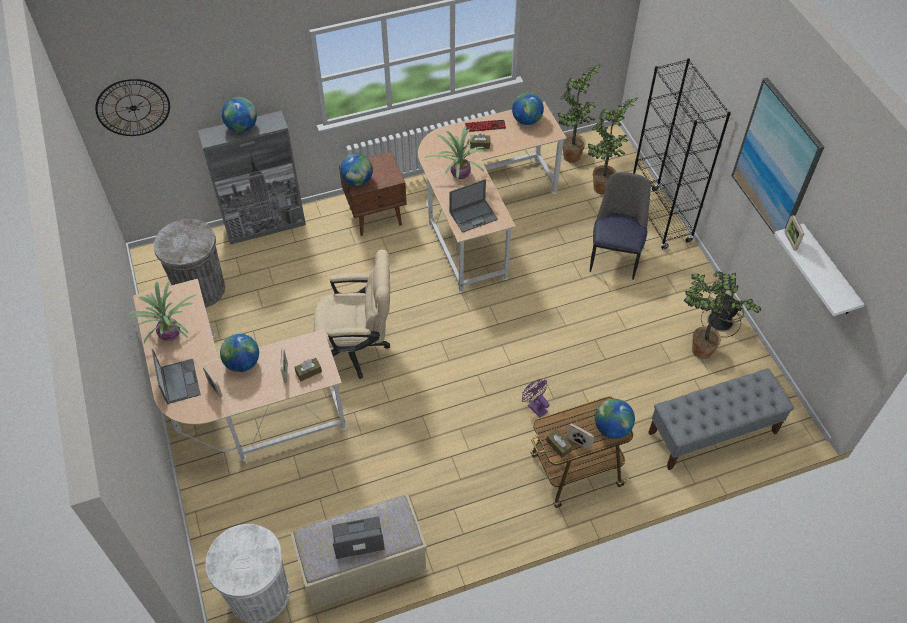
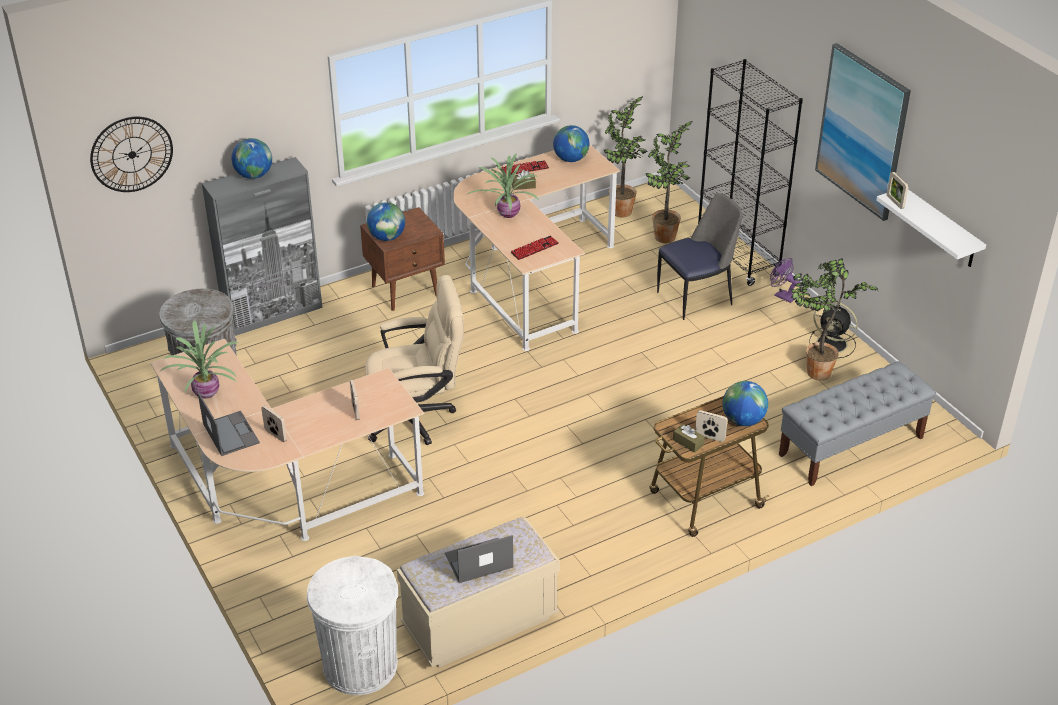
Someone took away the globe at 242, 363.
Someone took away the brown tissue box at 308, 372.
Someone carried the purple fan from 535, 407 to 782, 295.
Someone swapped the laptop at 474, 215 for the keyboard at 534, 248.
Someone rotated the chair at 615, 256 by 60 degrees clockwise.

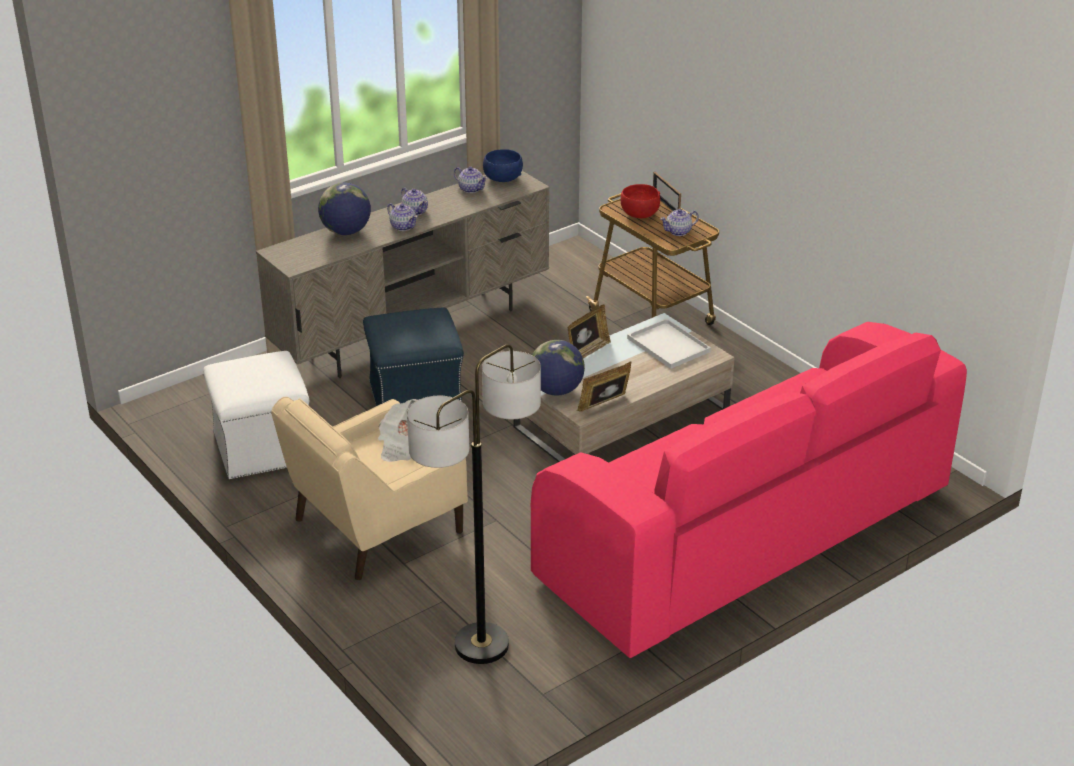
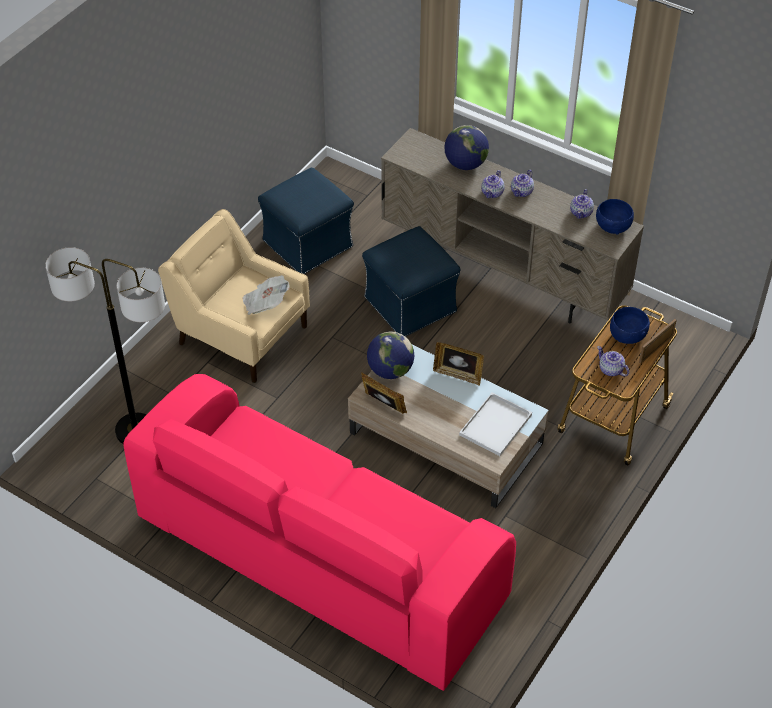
Someone repainted the white ottoman at 262, 447, which became the blue ottoman at 308, 243.
Someone repainted the red bowl at 640, 214, which became the blue bowl at 627, 336.

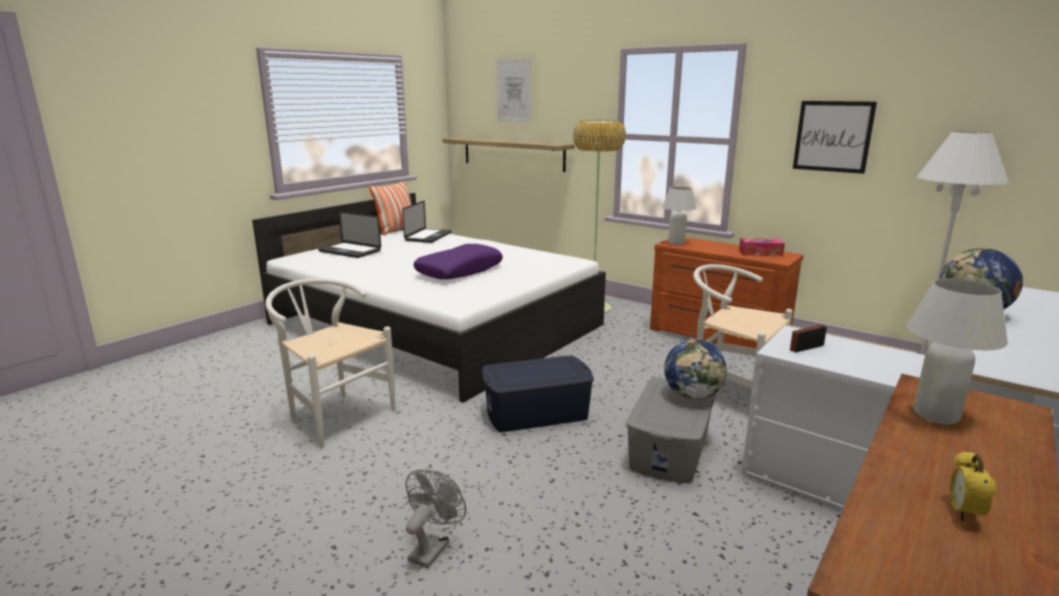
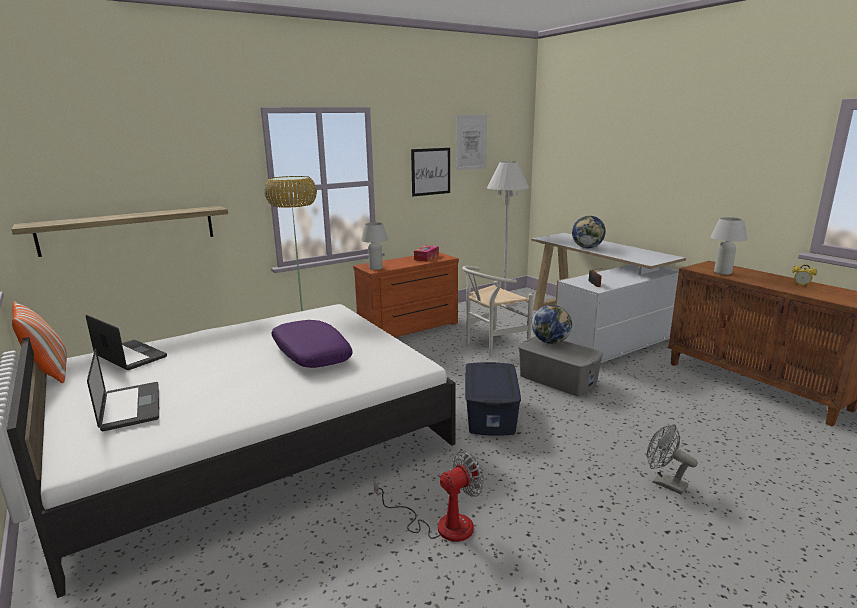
Someone carried the picture from 514, 90 to 471, 142.
Someone swapped the white chair at 335, 415 for the fan at 441, 525.
Someone rotated the laptop at 350, 251 by 75 degrees counterclockwise.

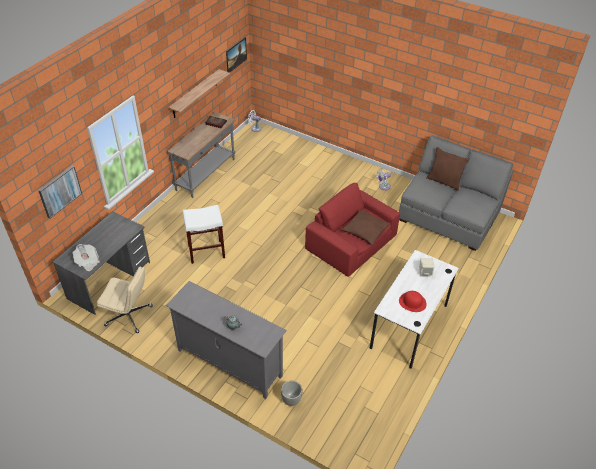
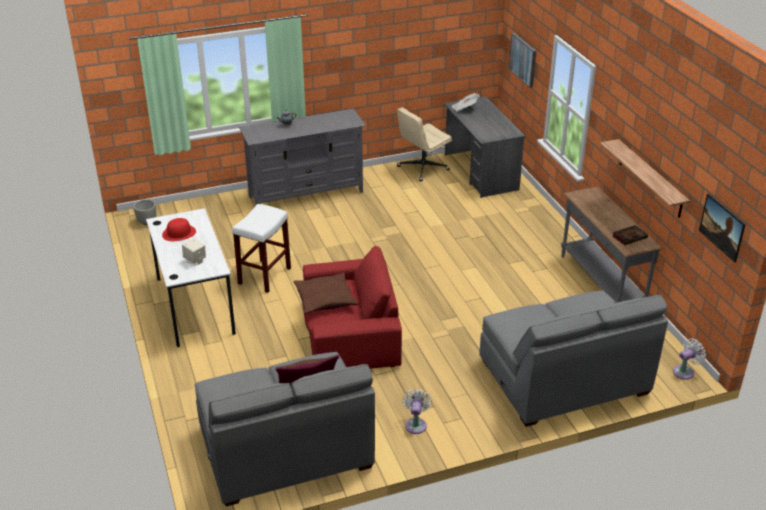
Someone put down the grey sofa at 563, 377.
Someone carried the white stool from 207, 251 to 264, 276.
Someone carried the grey planter from 291, 400 to 147, 222.

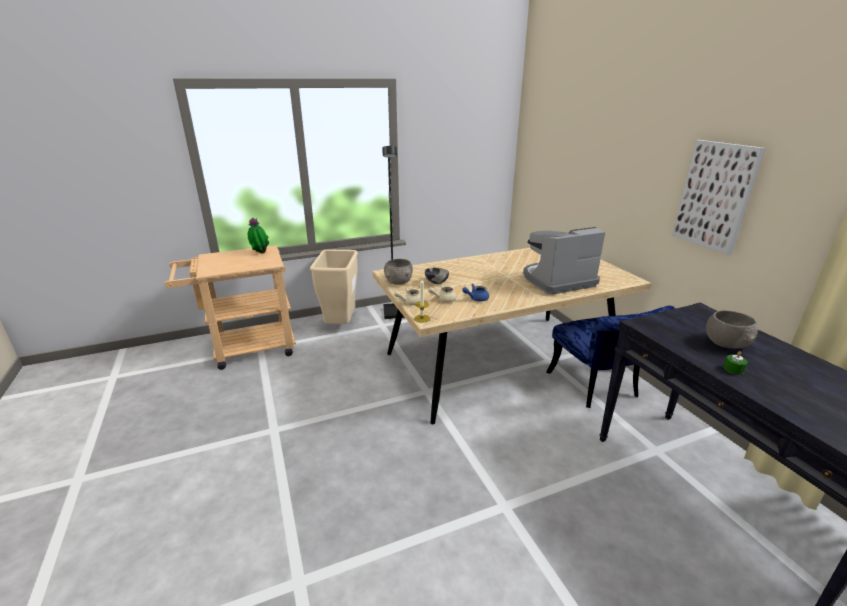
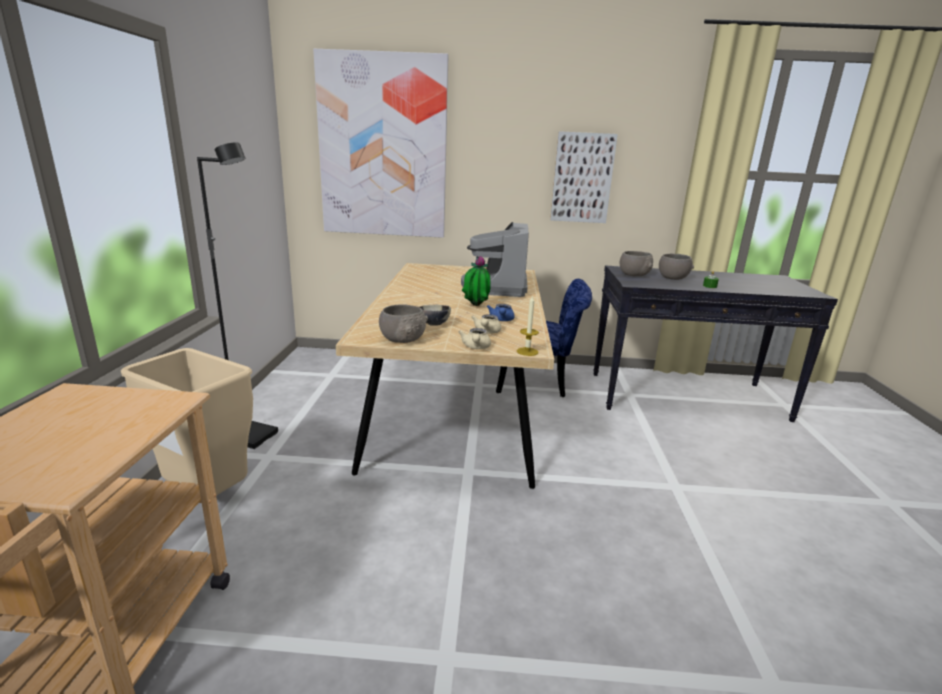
Someone put up the picture at 383, 148.
Someone put down the grey bowl at 634, 275.
Someone carried the potted plant from 260, 253 to 475, 306.

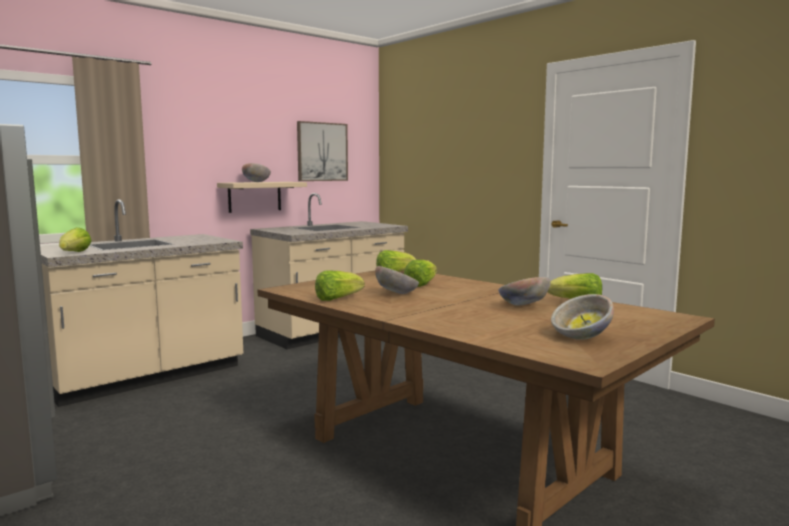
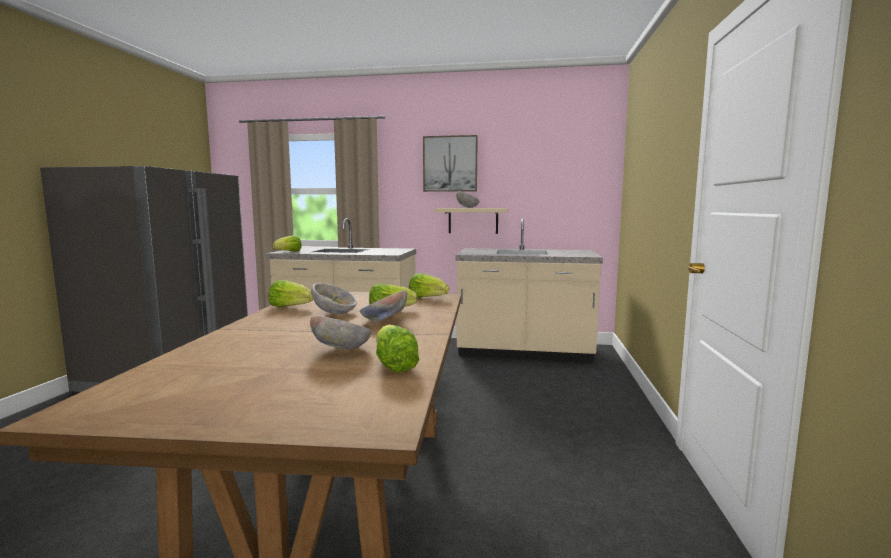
Someone carried the picture from 322, 152 to 450, 164.
Someone carried the bowl from 581, 337 to 383, 321.

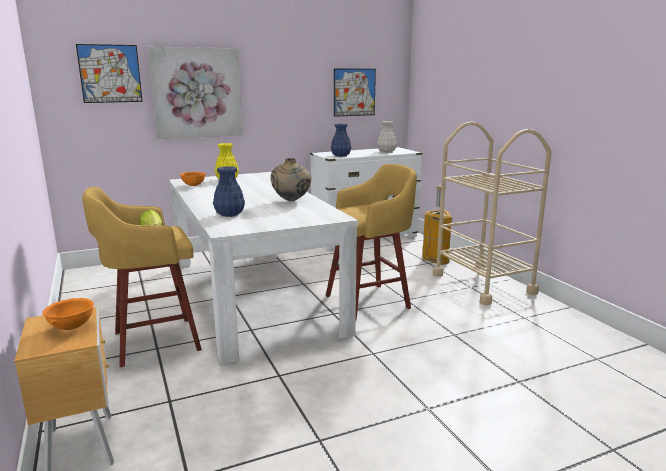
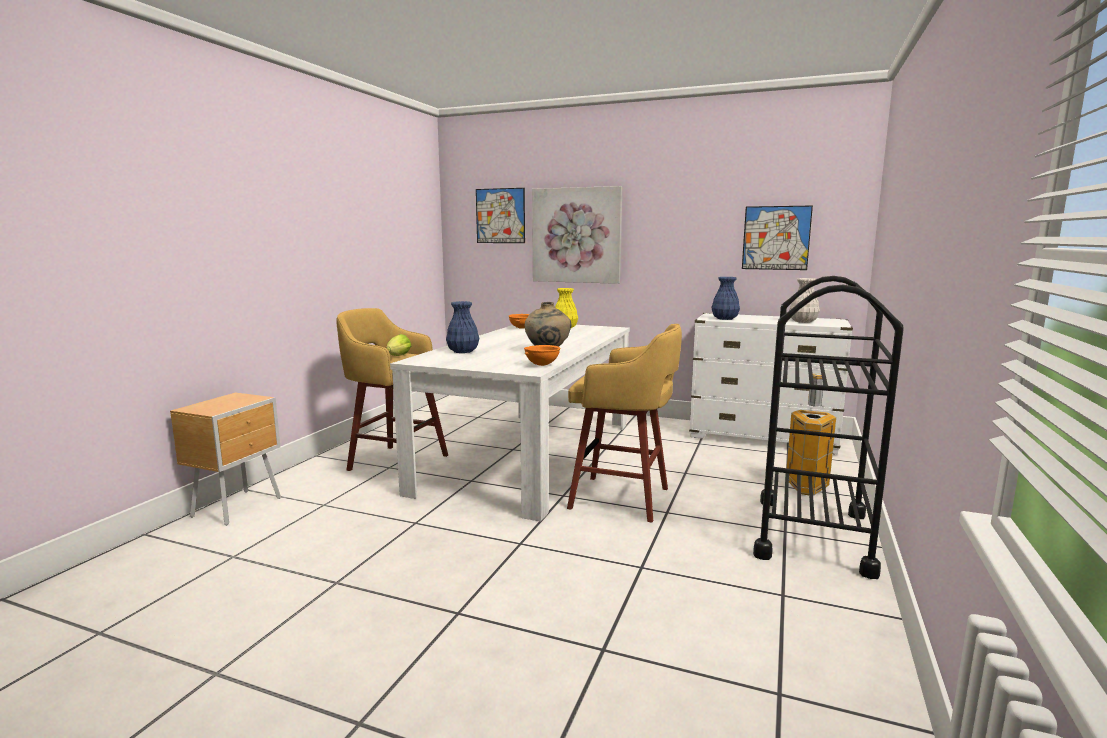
Someone carried the orange bowl from 71, 327 to 541, 365.
Someone repainted the beige cart at 483, 284, which became the black cart at 813, 535.

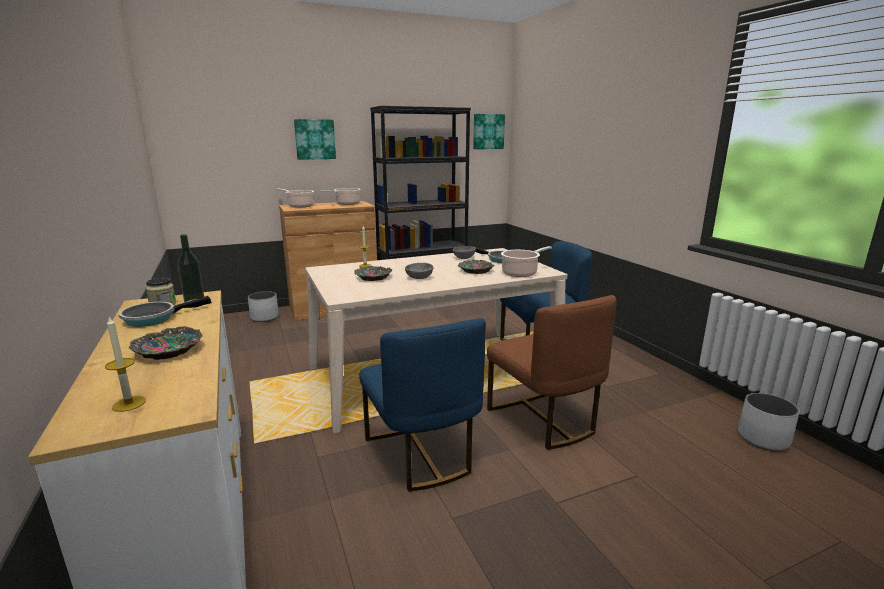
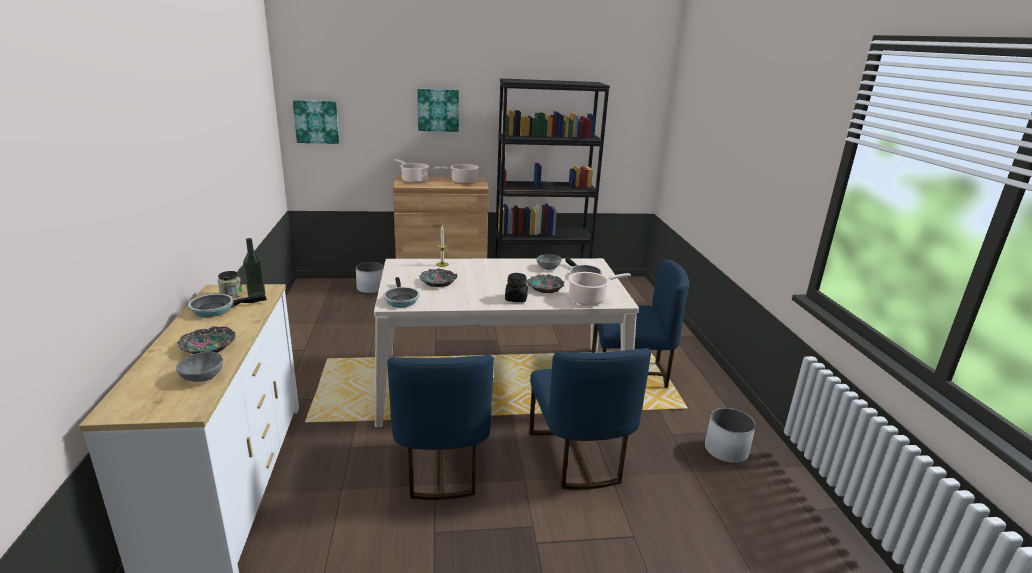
Someone took away the candle at 129, 404.
Someone put down the frying pan at 400, 299.
Someone put down the black jar at 516, 299.
Someone carried the grey bowl from 419, 278 to 202, 377.
Someone carried the picture from 488, 131 to 316, 121.
Someone carried the white planter from 763, 438 to 726, 451.
Someone repainted the brown chair at 544, 420, which became the blue chair at 578, 456.

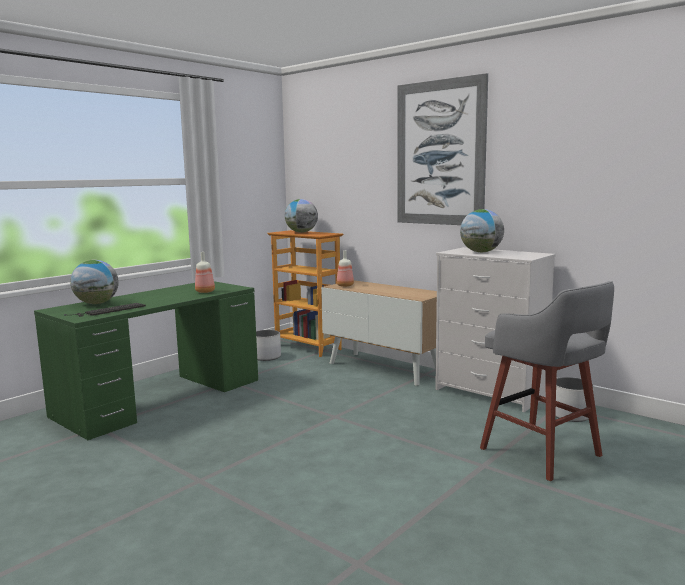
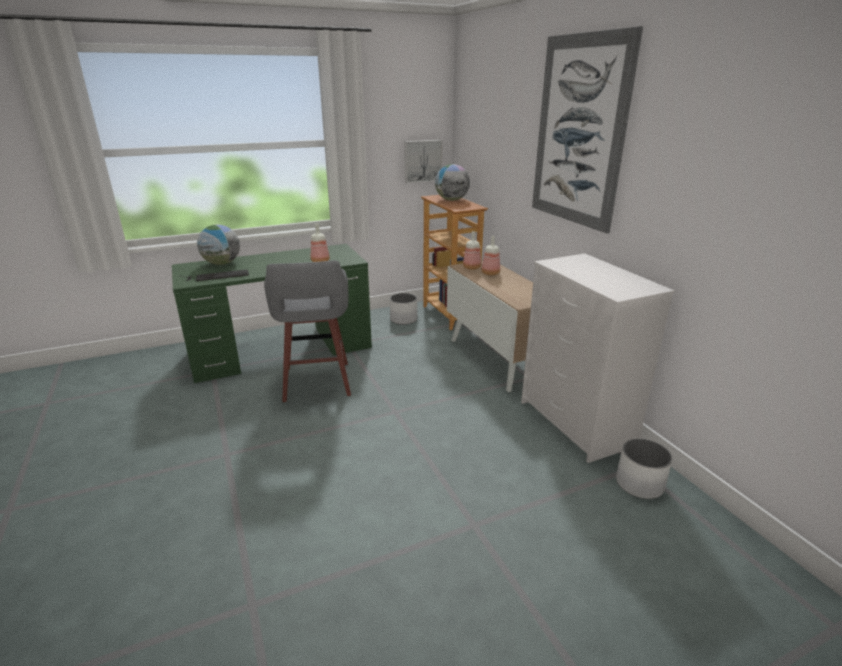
Someone took away the globe at 481, 252.
Someone put up the picture at 422, 161.
Someone put down the bottle at 490, 273.
Someone carried the grey stool from 543, 453 to 316, 383.

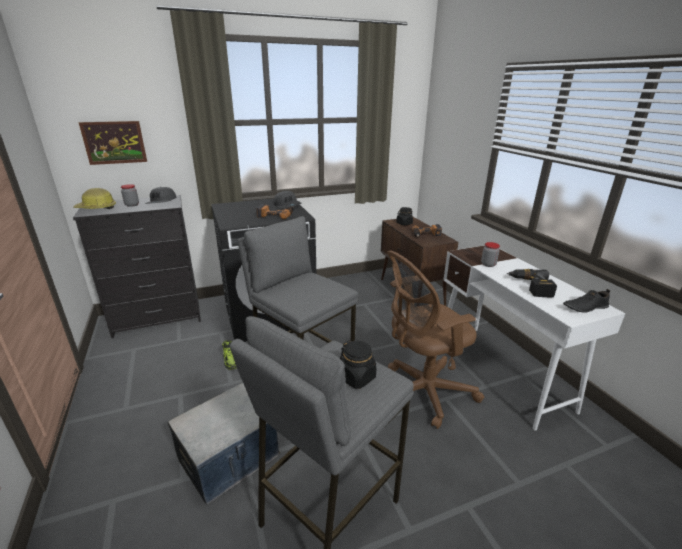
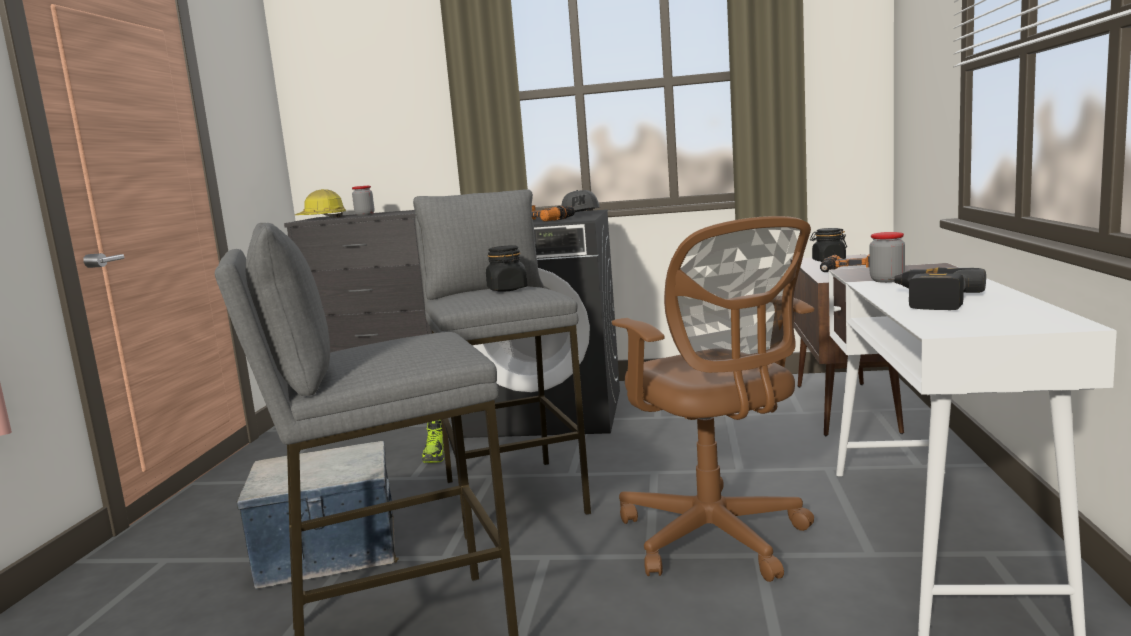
Someone took away the picture at 114, 142.
Someone took away the grey cap at 162, 202.
Someone took away the black shoe at 585, 307.
Someone carried the black jar from 357, 377 to 507, 289.
Someone rotated the brown office chair at 422, 393 by 120 degrees counterclockwise.

